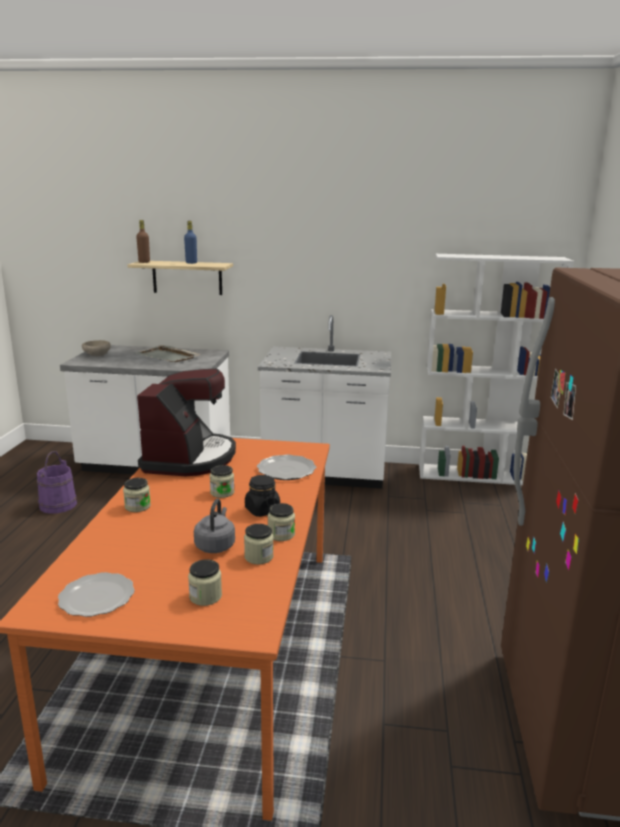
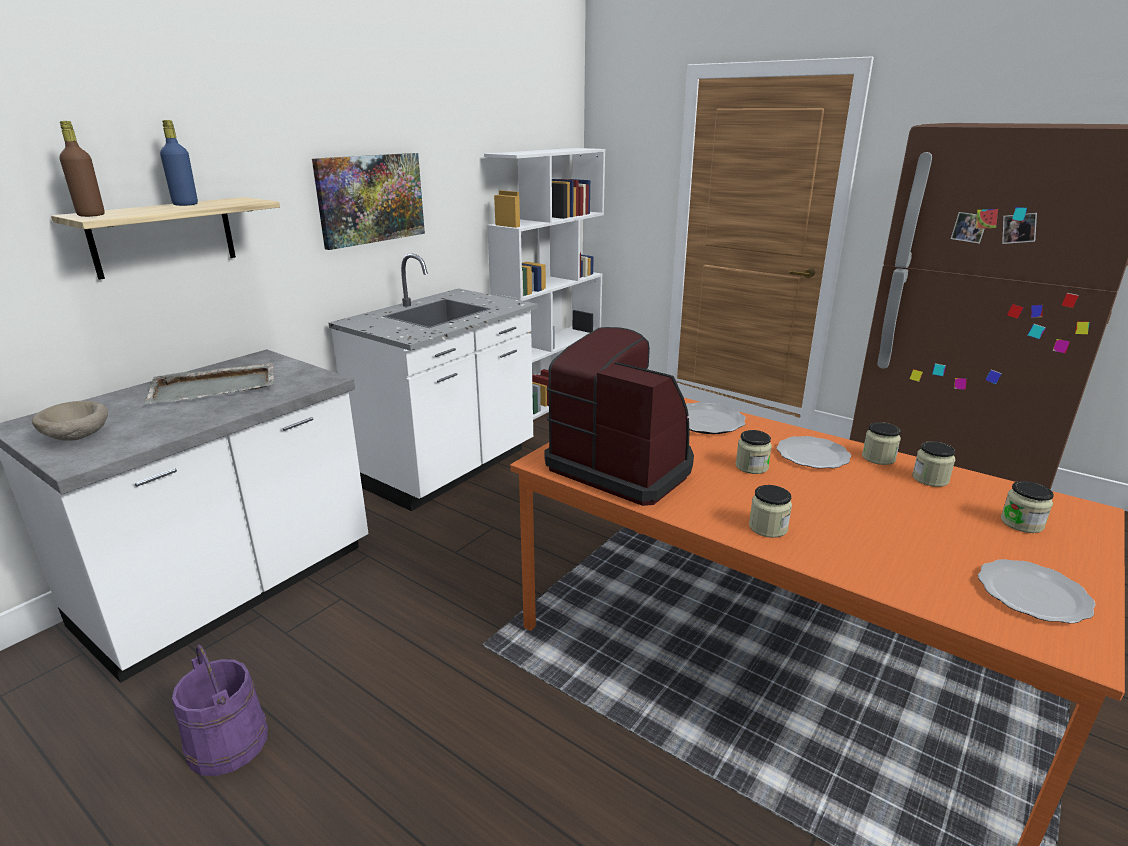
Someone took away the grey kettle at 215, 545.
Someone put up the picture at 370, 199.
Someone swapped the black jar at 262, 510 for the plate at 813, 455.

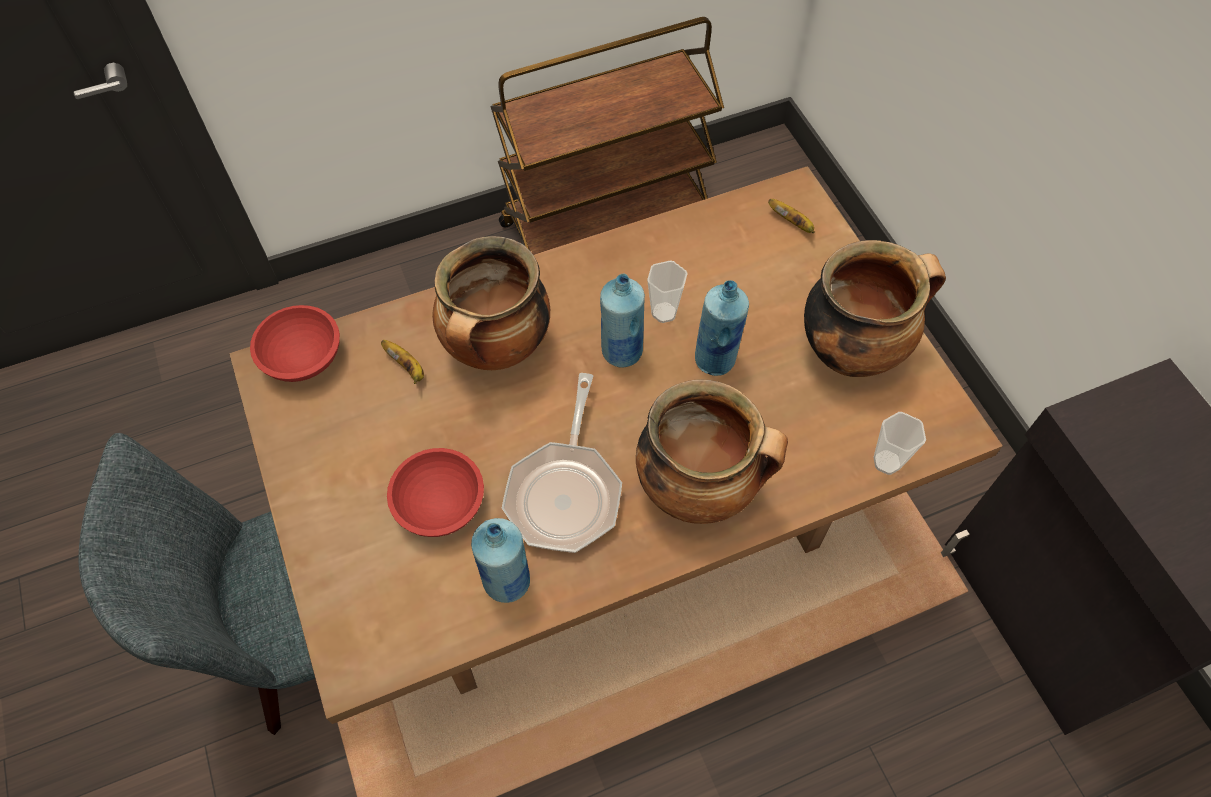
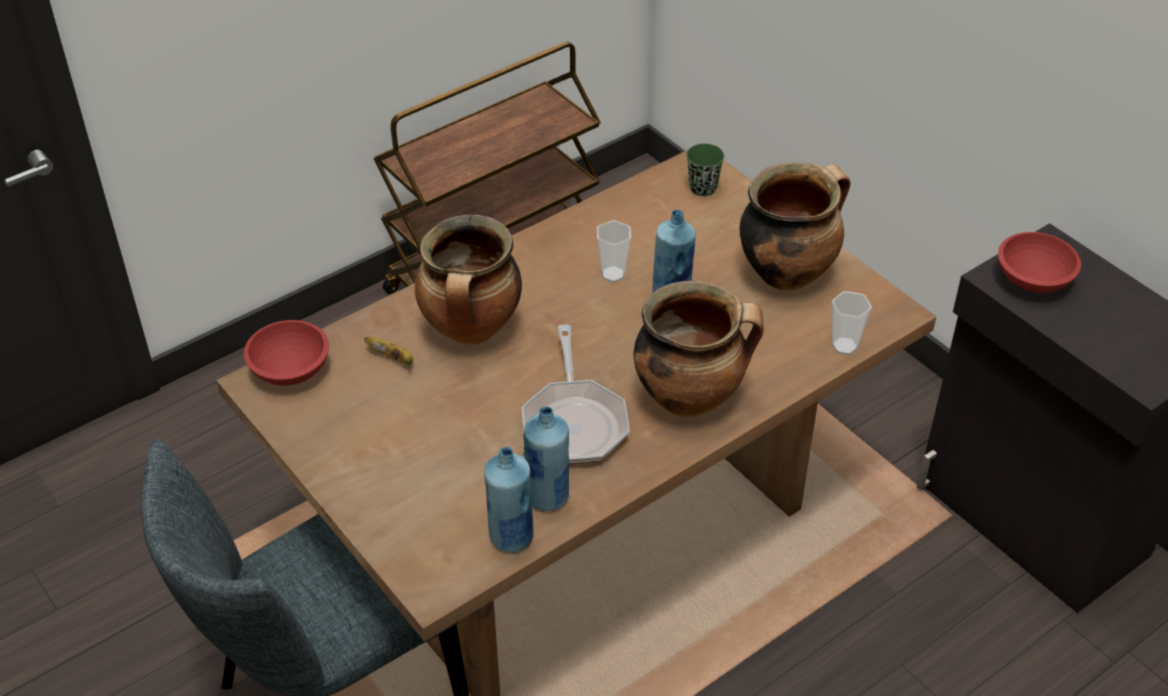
Someone carried the red bowl from 439, 503 to 1032, 279.
Someone carried the blue bottle from 621, 352 to 511, 537.
Someone swapped the banana at 792, 223 for the green cup at 703, 188.

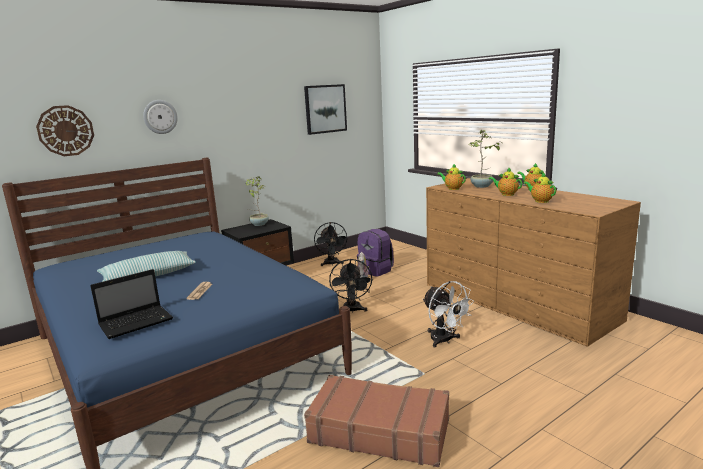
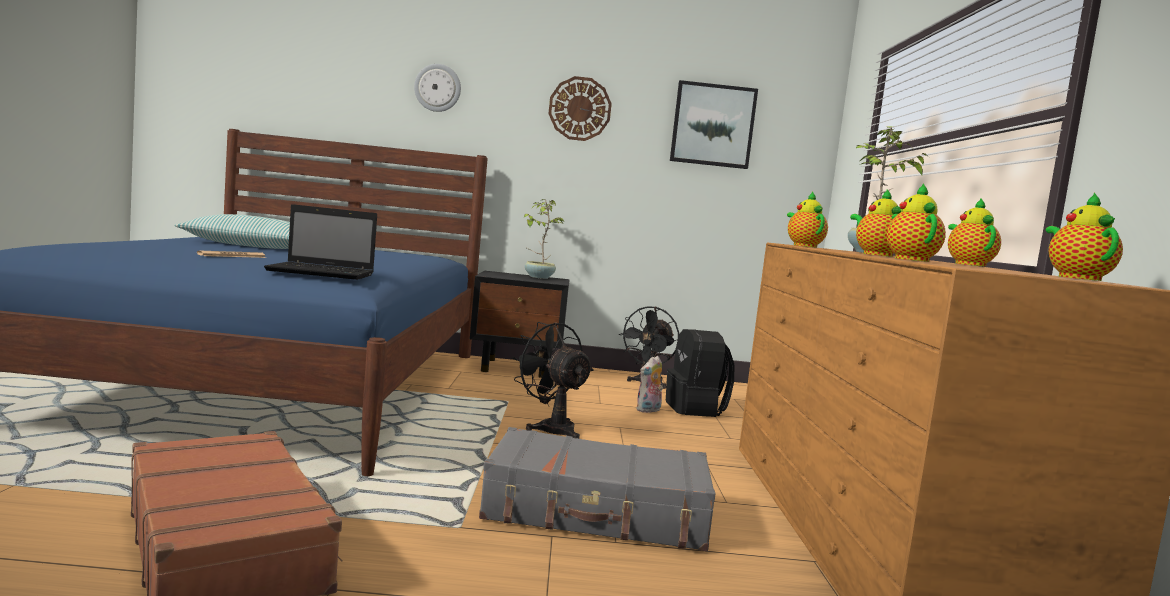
Someone put down the teapot at 1076, 278.
Someone carried the wall clock from 65, 131 to 580, 109.
Someone carried the laptop from 137, 322 to 323, 273.
Someone swapped the white fan at 444, 341 for the grey suitcase at 597, 512.
Someone repainted the purple backpack at 376, 270, which became the black backpack at 695, 409.
Someone rotated the black fan at 352, 310 by 105 degrees clockwise.

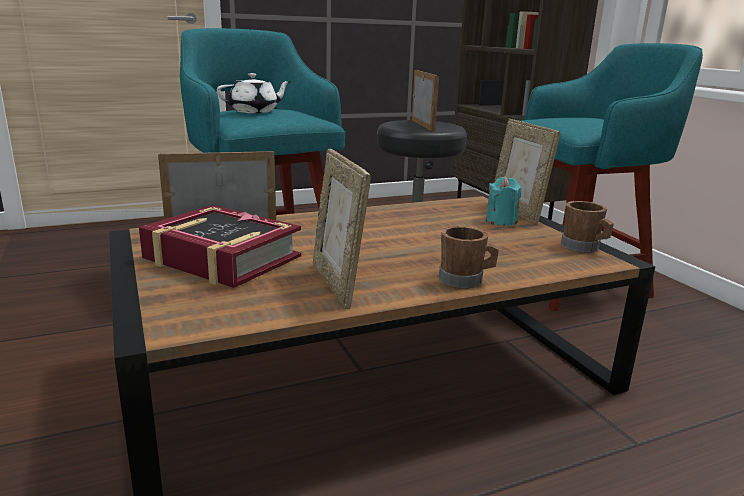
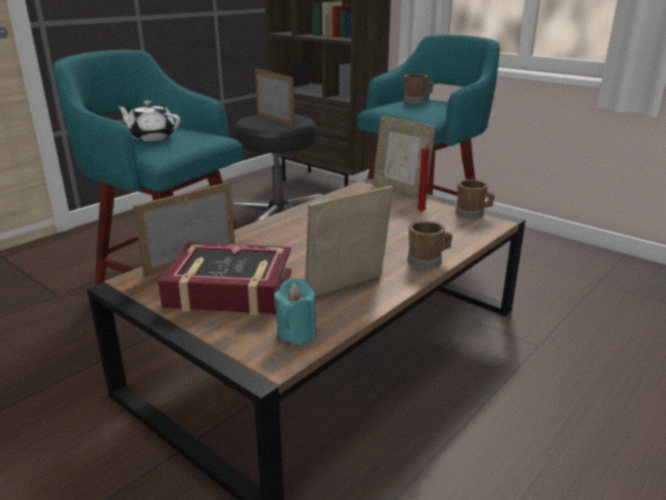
Someone put down the brown mug at 417, 102.
Someone put down the red candle at 422, 212.
Someone carried the turquoise candle from 501, 221 to 296, 334.
Someone rotated the white teapot at 255, 111 by 105 degrees counterclockwise.
Someone rotated the picture frame at 337, 284 by 105 degrees clockwise.

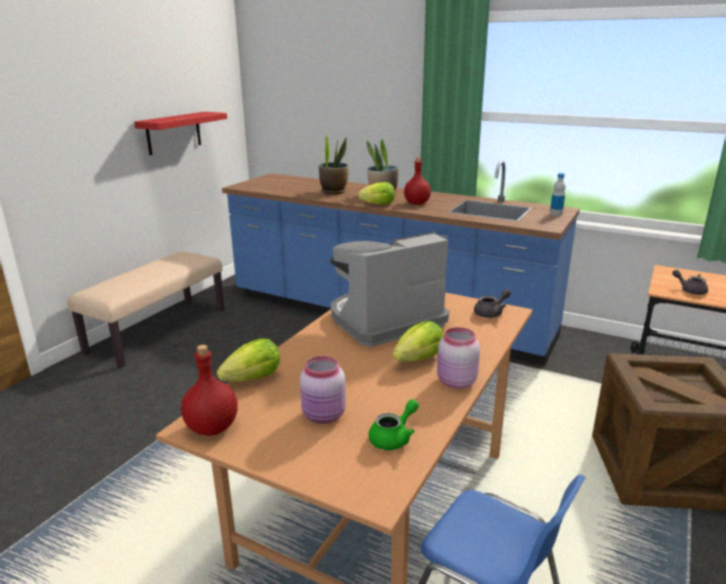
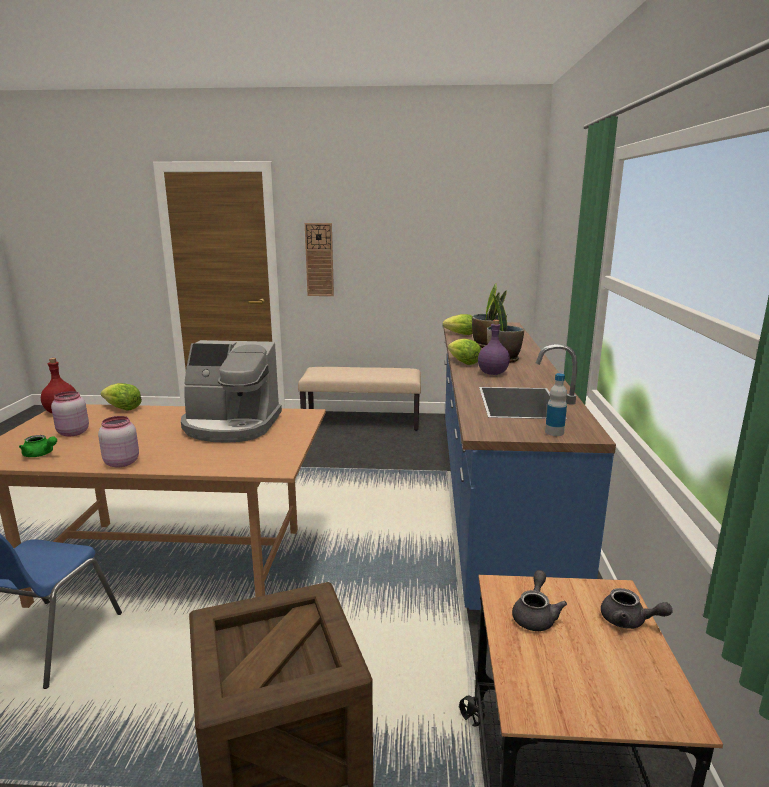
Someone took away the red shelf at 173, 133.
Someone put up the wall clock at 319, 260.
Someone carried the lettuce from 419, 359 to 461, 334.
Someone carried the grey teapot from 491, 313 to 629, 621.
Someone repainted the red bottle at 417, 203, which became the purple bottle at 493, 373.
Someone rotated the coffee machine at 384, 320 by 150 degrees clockwise.

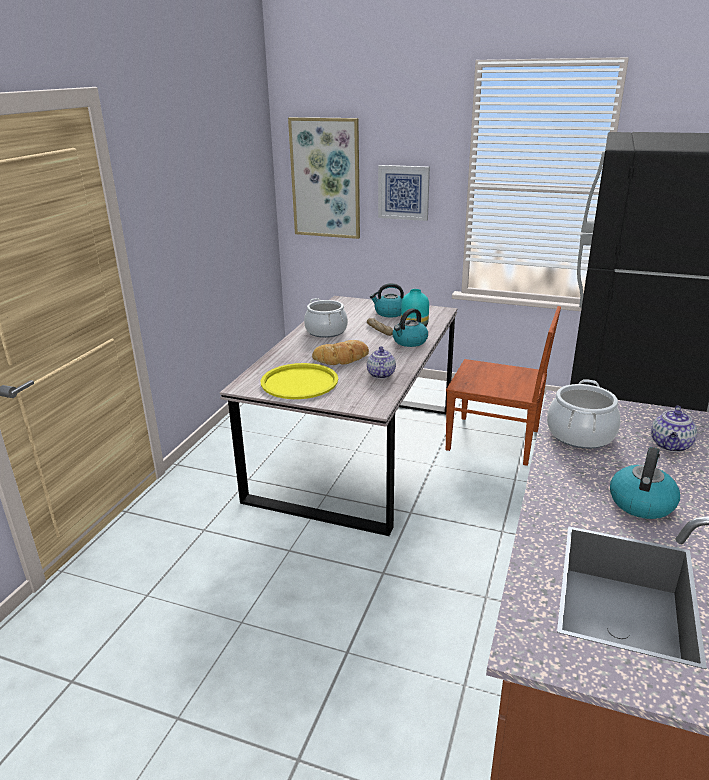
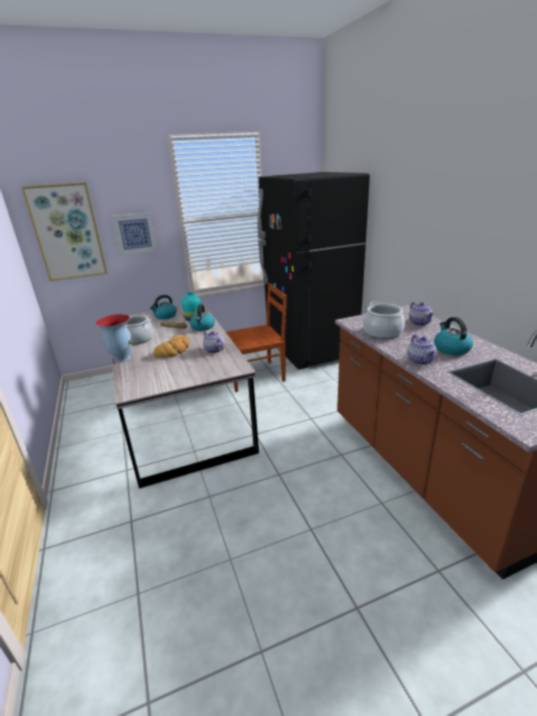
Someone took away the yellow tray at 299, 382.
Someone put down the vase at 122, 358.
Someone put down the teapot at 421, 361.

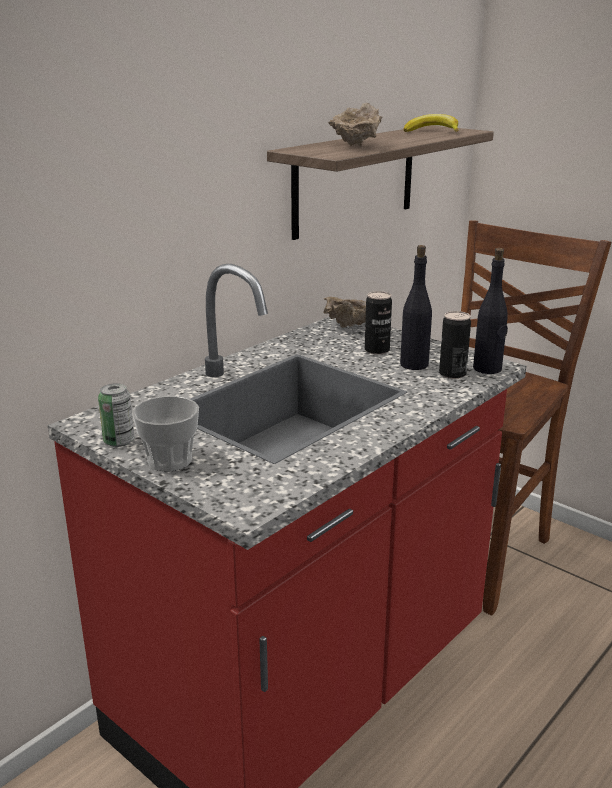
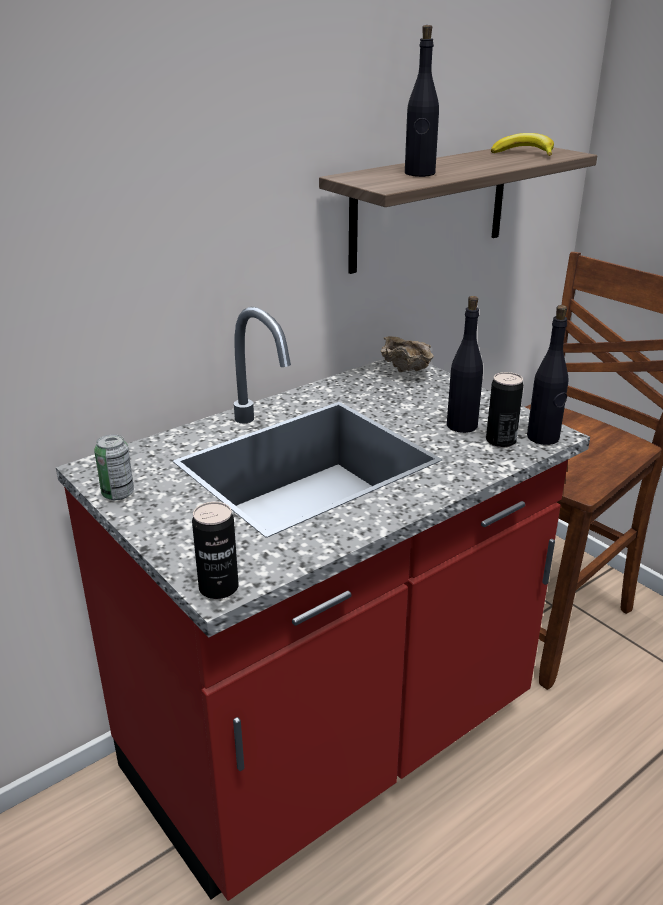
Someone took away the cup at 170, 460.
Someone carried the can from 377, 350 to 218, 588.
Someone swapped the beige bowl at 354, 146 for the black bottle at 419, 173.

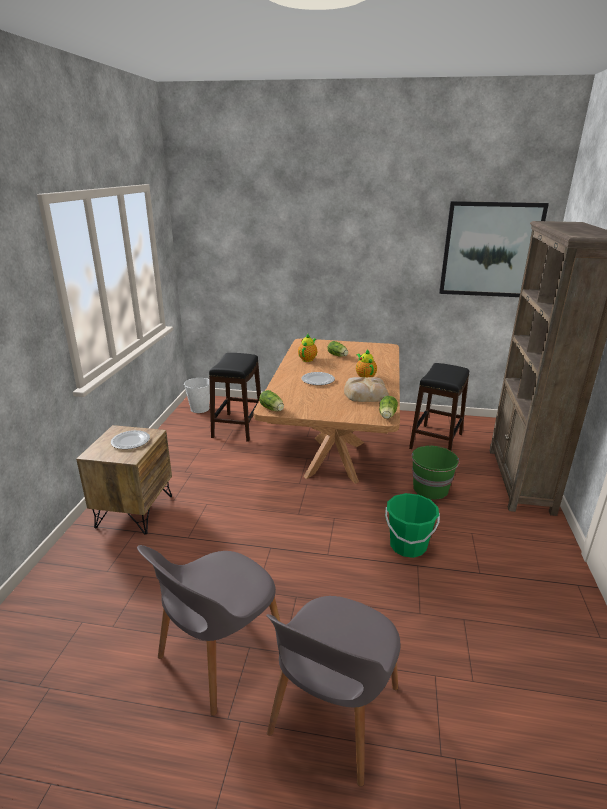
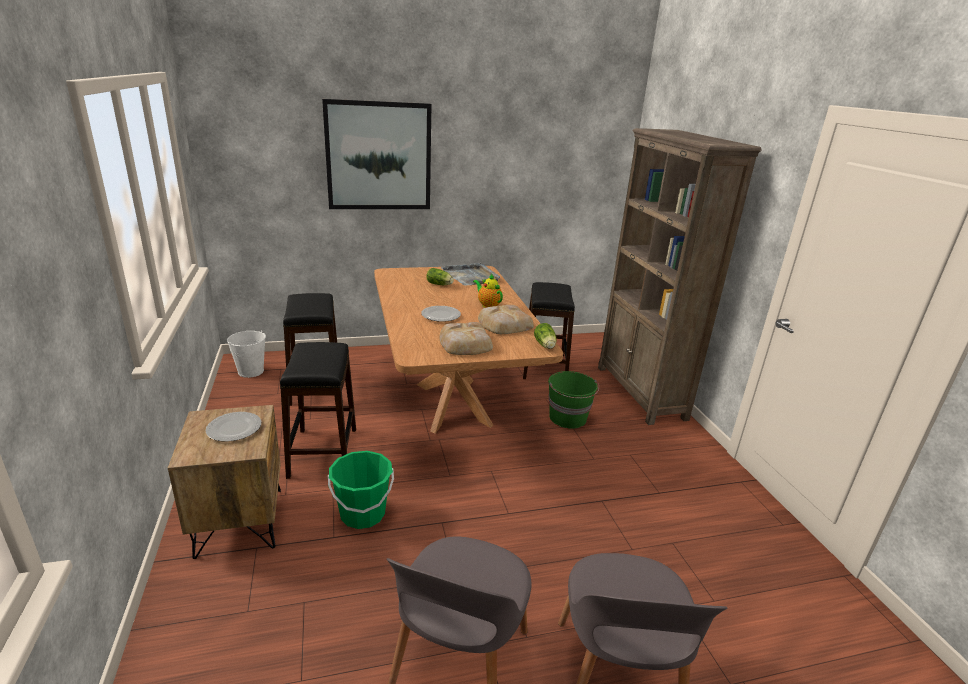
Someone took away the lettuce at 272, 409.
Someone took away the teapot at 308, 359.
Someone put down the black stool at 322, 452.
Someone put down the bread at 465, 344.
Someone put down the grey tray at 471, 276.
Someone carried the green bucket from 408, 546 to 362, 514.
Someone carried the picture from 490, 250 to 378, 156.

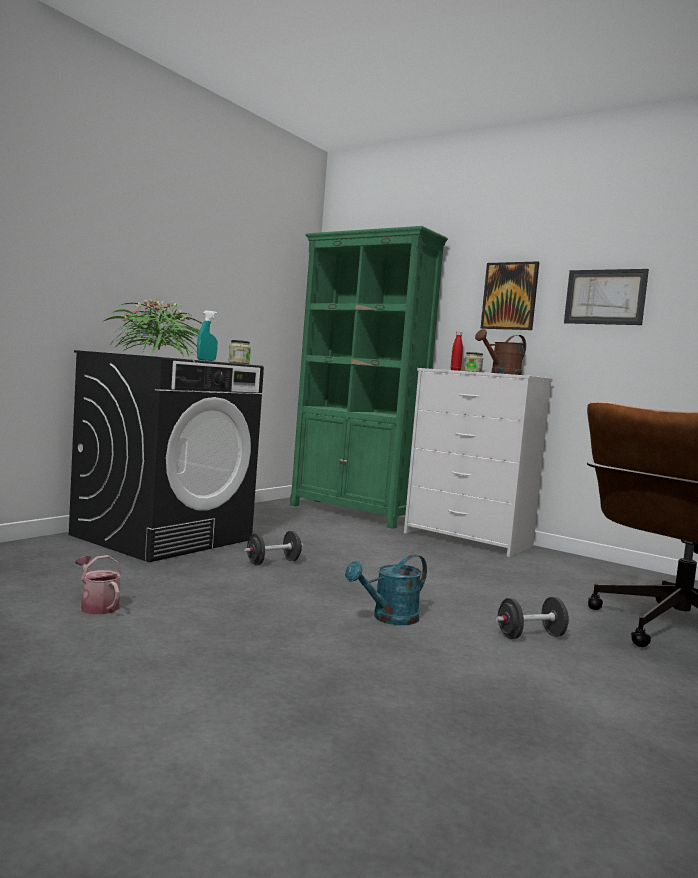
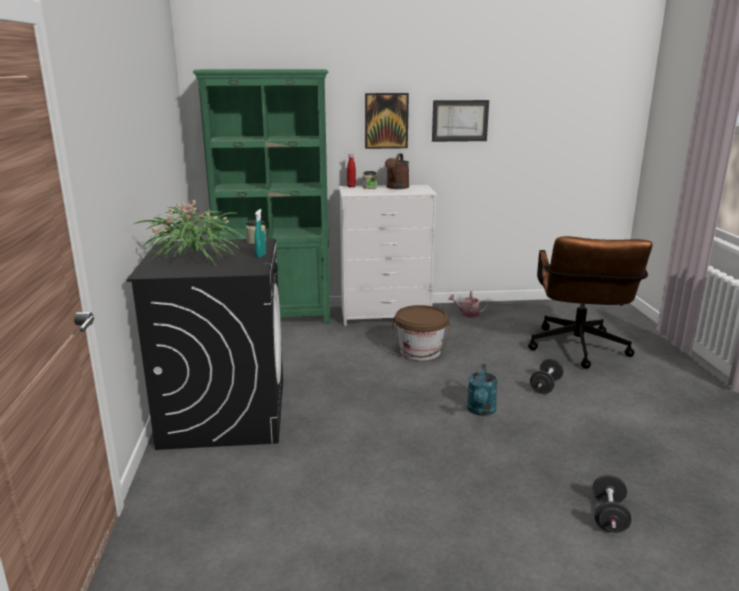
Someone put down the brown bucket at 420, 352.
Someone carried the watering can from 97, 606 to 467, 314.
Someone carried the black dumbbell from 273, 562 to 608, 516.

